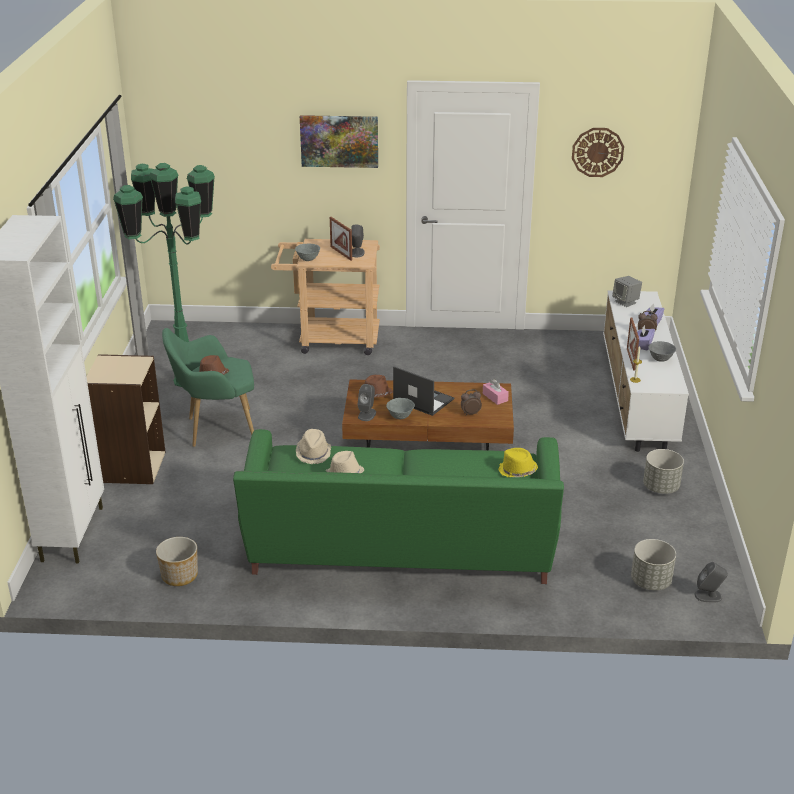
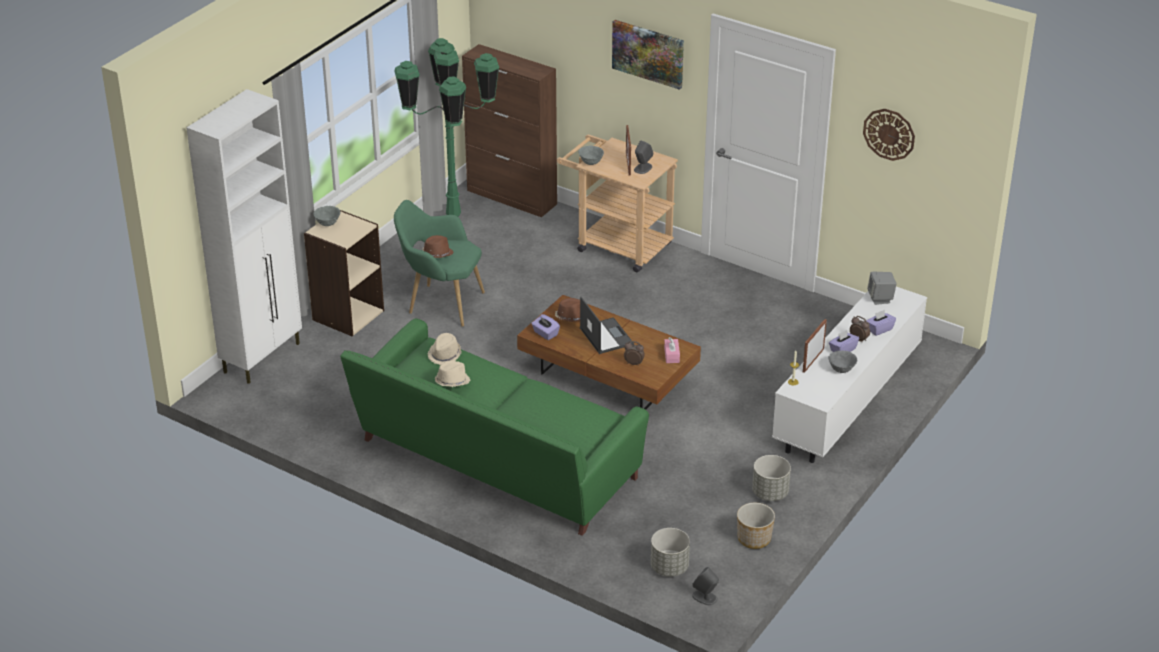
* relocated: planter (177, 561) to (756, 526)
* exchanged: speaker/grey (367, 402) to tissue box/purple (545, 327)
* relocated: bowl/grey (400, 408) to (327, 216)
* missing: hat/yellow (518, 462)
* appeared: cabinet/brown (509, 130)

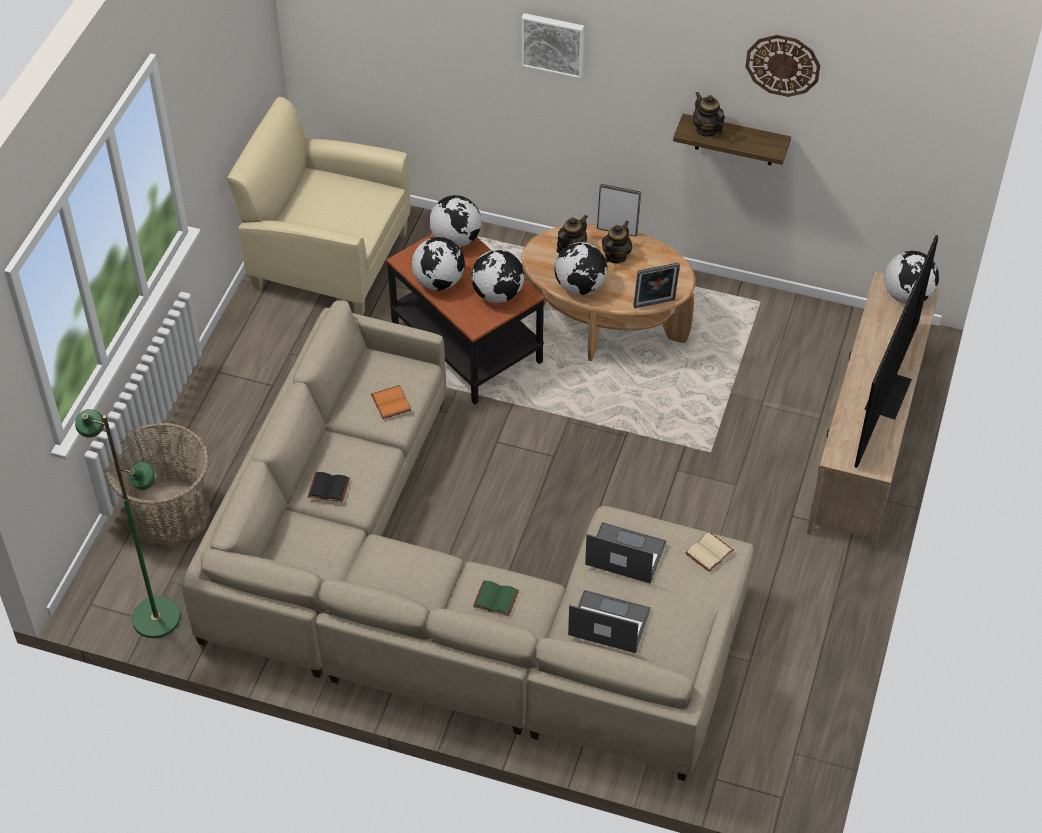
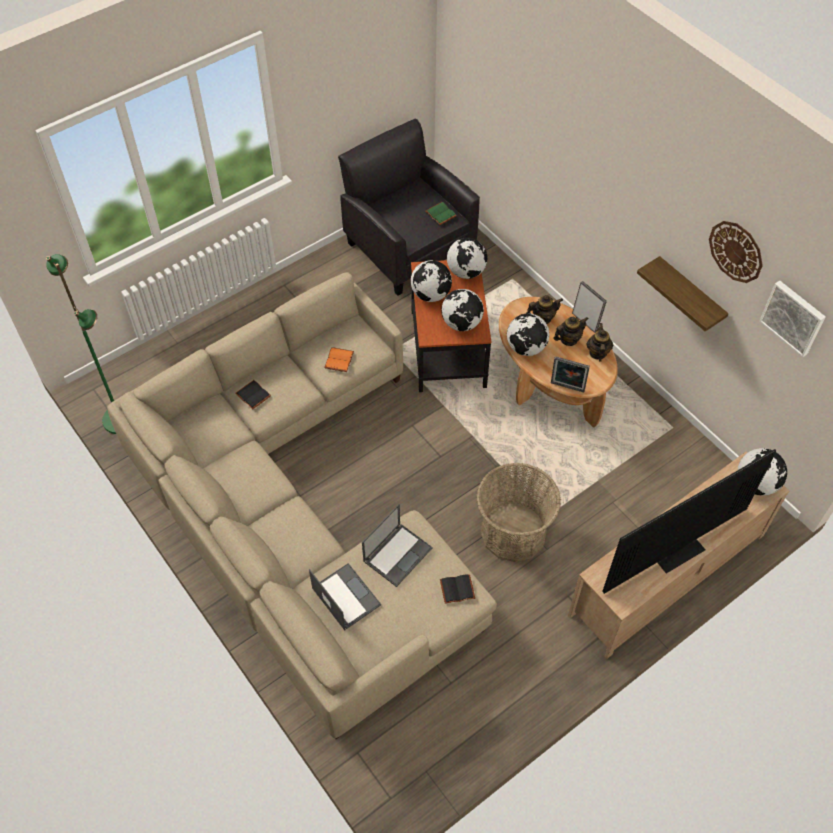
* relocated: basket (158, 485) to (518, 512)
* colour: armchair/beige (318, 206) to armchair/black (409, 207)
* relocated: book/green (496, 598) to (441, 213)
* relocated: picture (552, 46) to (792, 318)
* spun: laptop (625, 553) = (397, 545) 75 degrees clockwise
* colour: book/beige (709, 552) to book/black (457, 589)
* relocated: teapot (709, 114) to (600, 342)

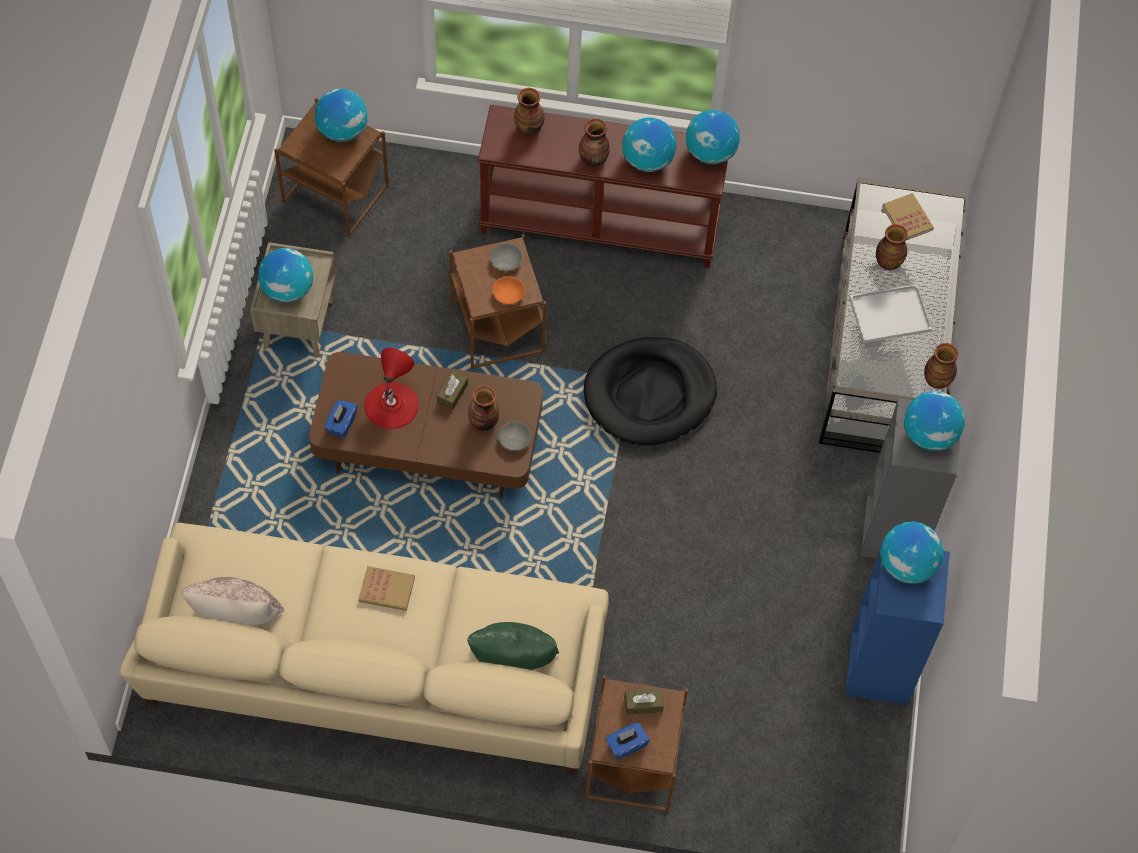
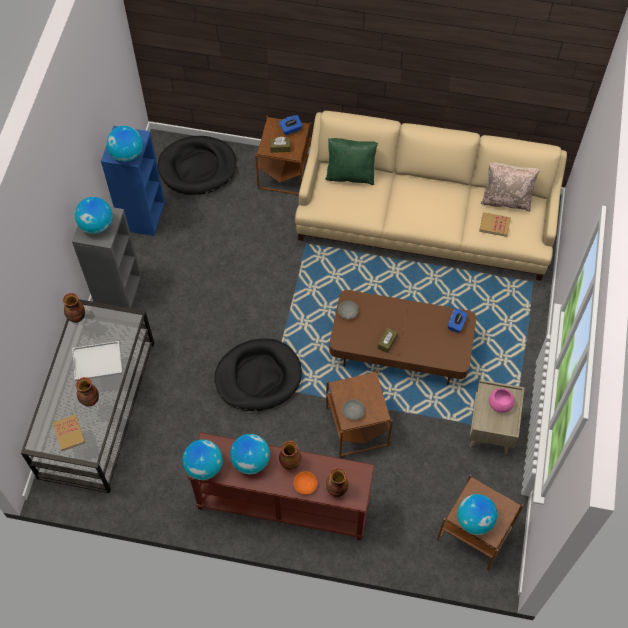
* exchanged: globe (285, 275) to bowl/pink (502, 400)
* relocated: book (387, 588) to (495, 224)
* missing: table lamp/red (391, 388)
* missing: vase (483, 408)
* relocated: bowl/orange (508, 291) to (305, 482)
* appeared: dog bed/black (197, 165)

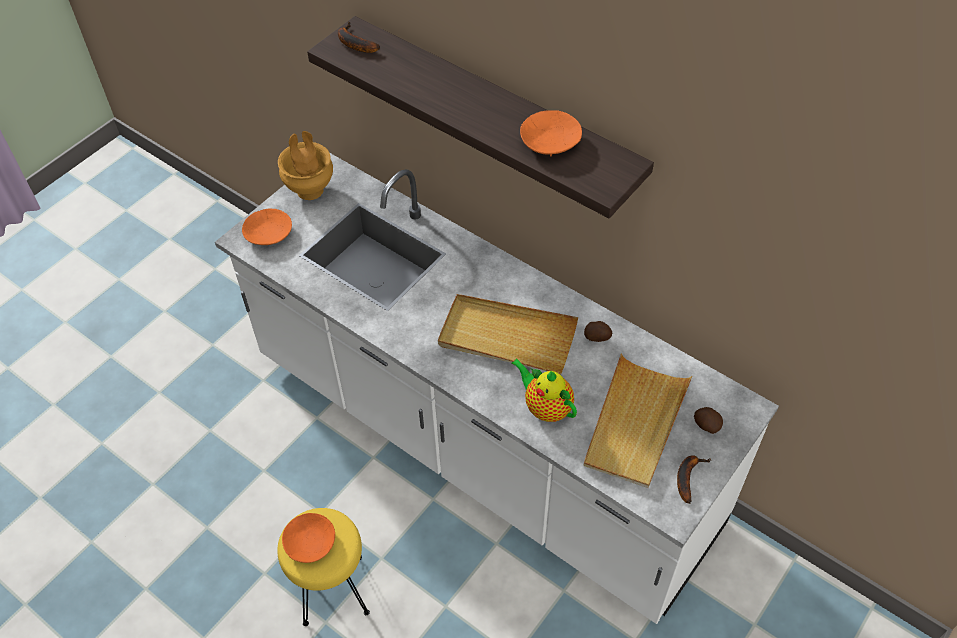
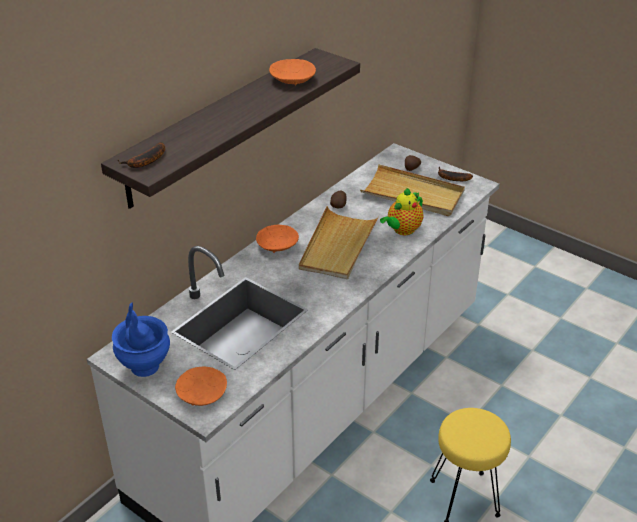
* colour: vase/brown (305, 165) to vase/blue (141, 340)
* relocated: bowl/orange (308, 538) to (277, 239)

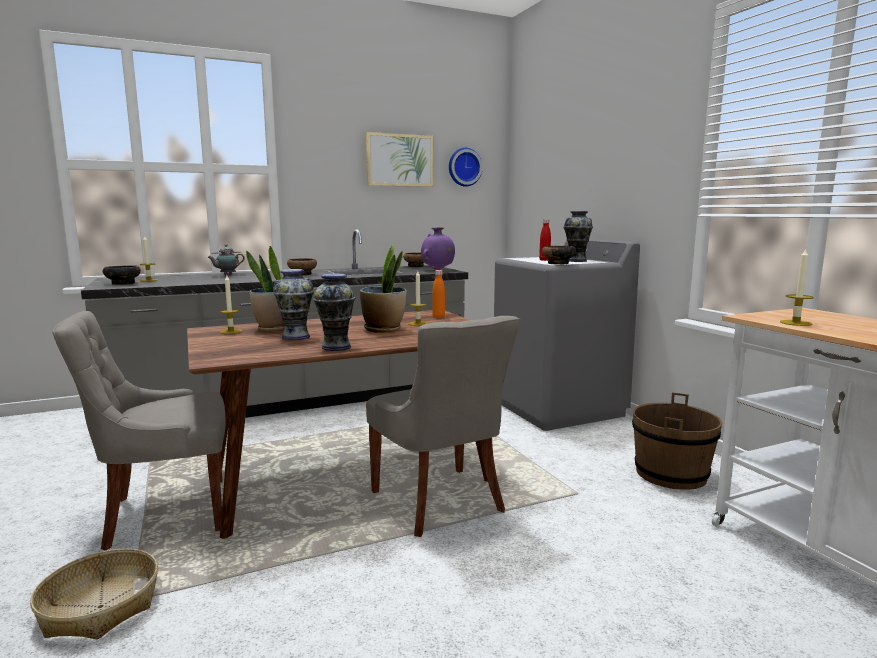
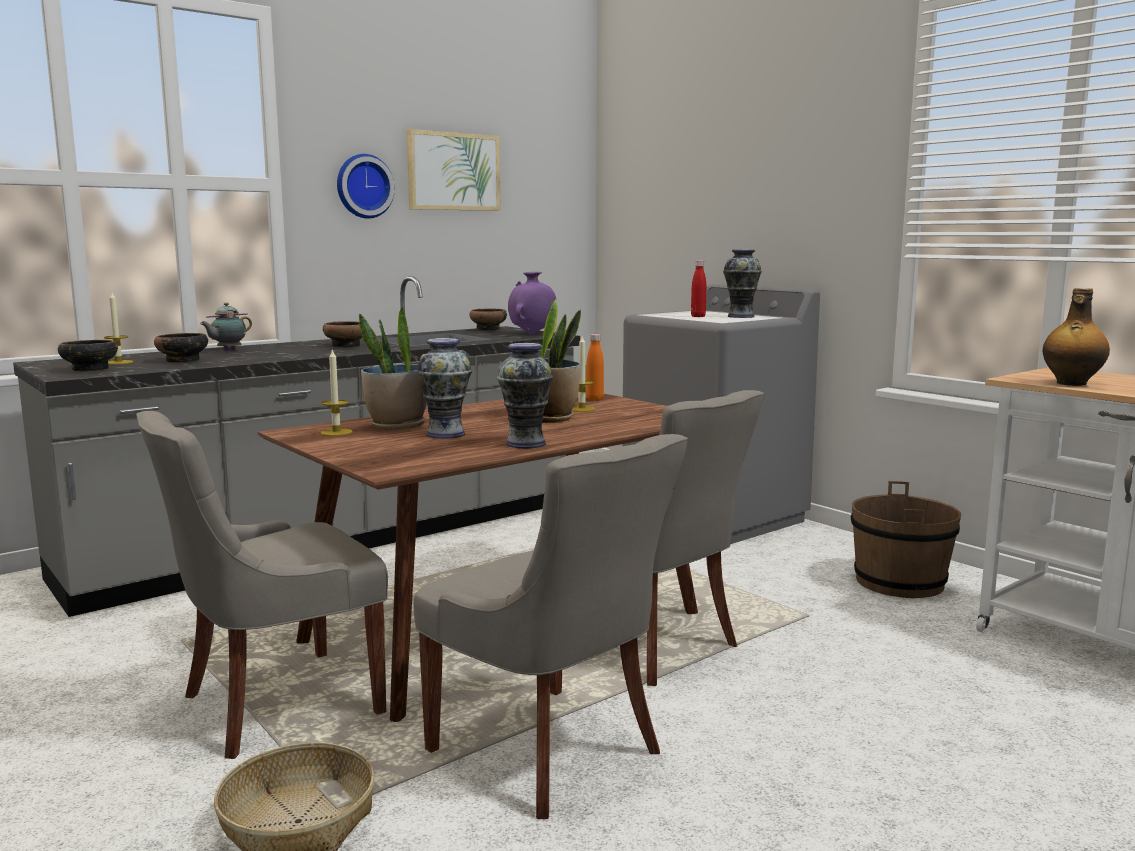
* relocated: wall clock (466, 167) to (366, 186)
* relocated: bowl (559, 255) to (181, 348)
* exchanged: candle (797, 287) to bottle (1076, 337)
* appeared: chair/grey (551, 626)

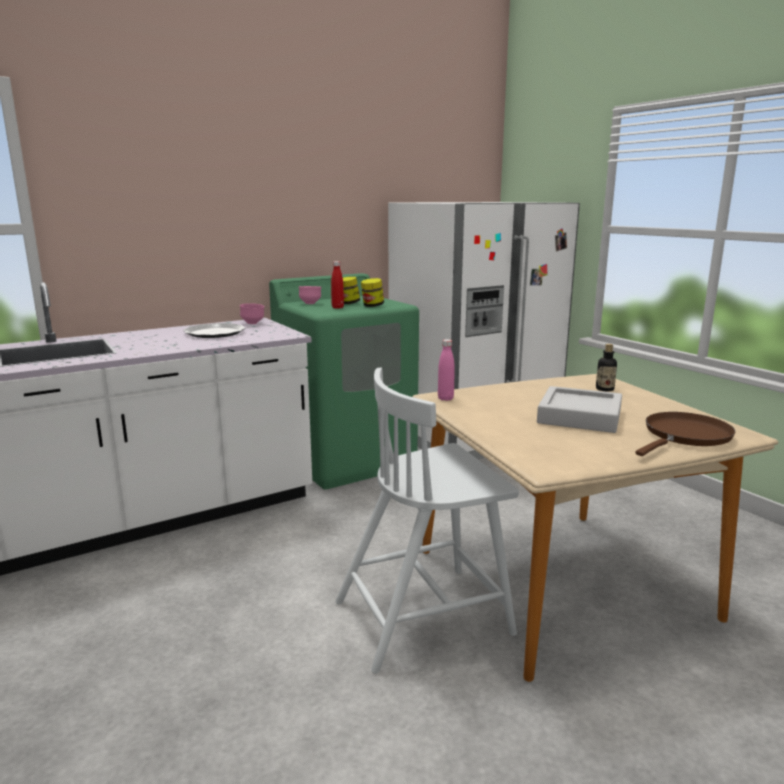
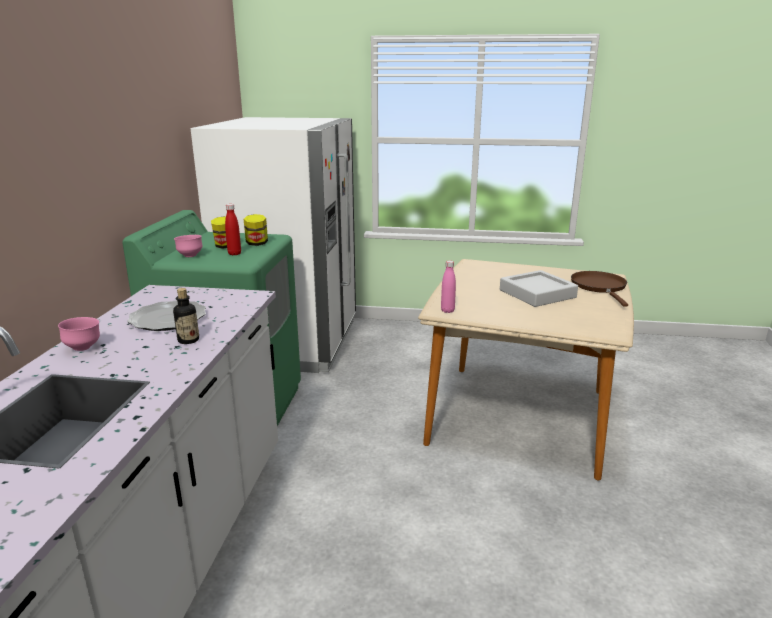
* relocated: bowl/pink (252, 313) to (79, 334)
* missing: chair/white (427, 521)
* relocated: bottle (606, 367) to (186, 316)

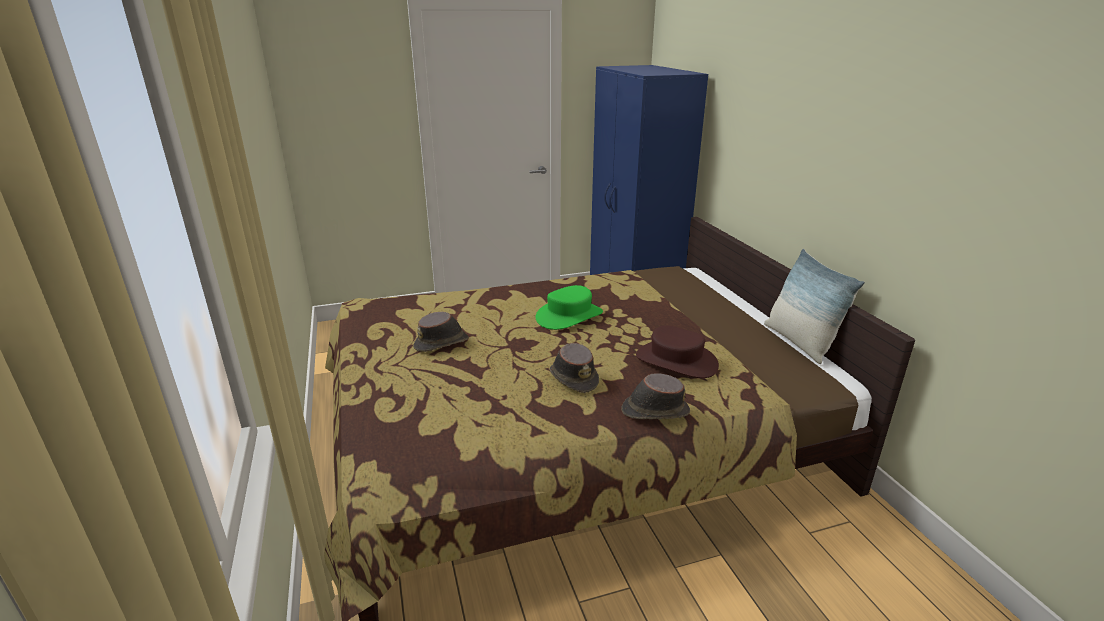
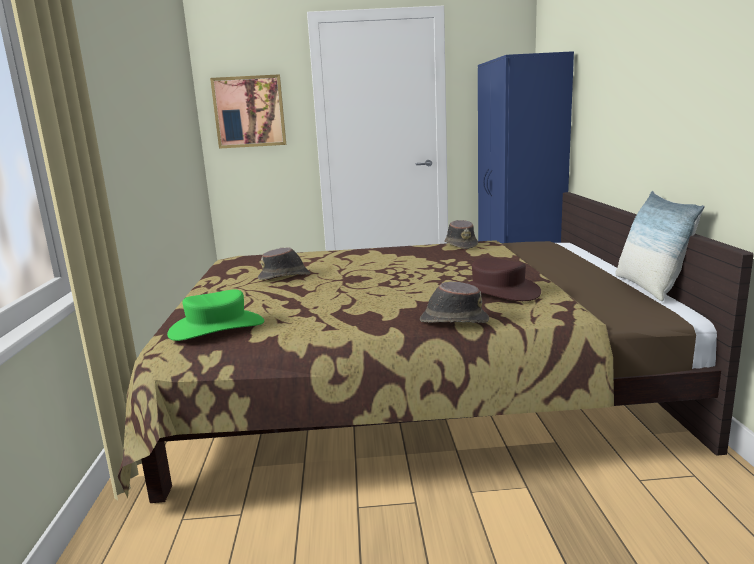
* relocated: hat/green (569, 307) to (215, 315)
* relocated: hat/brown (574, 368) to (461, 234)
* appeared: picture (248, 111)

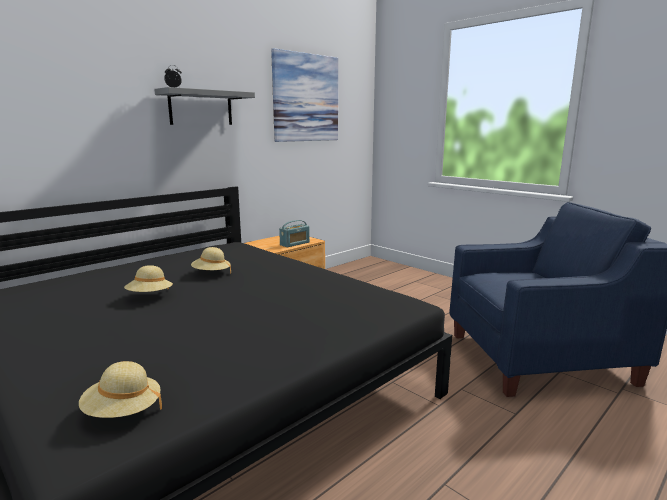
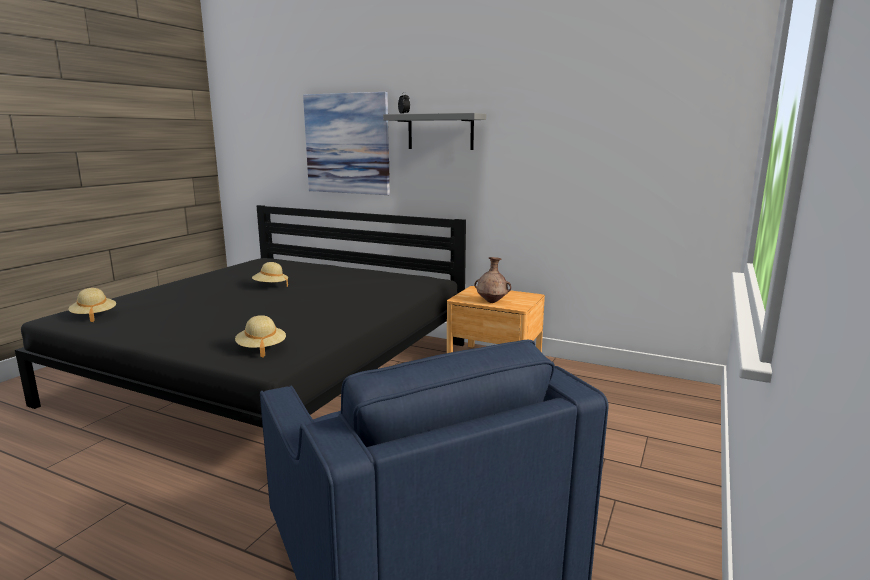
* relocated: hat/beige (211, 260) to (260, 336)
* relocated: picture (304, 95) to (346, 143)
* exchanged: radio (294, 233) to vase/brown (492, 280)

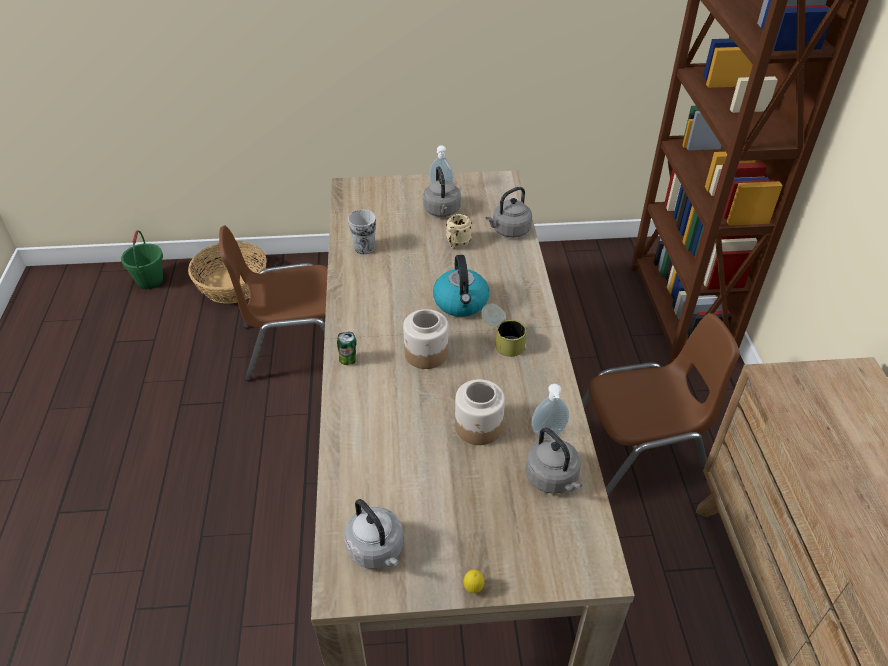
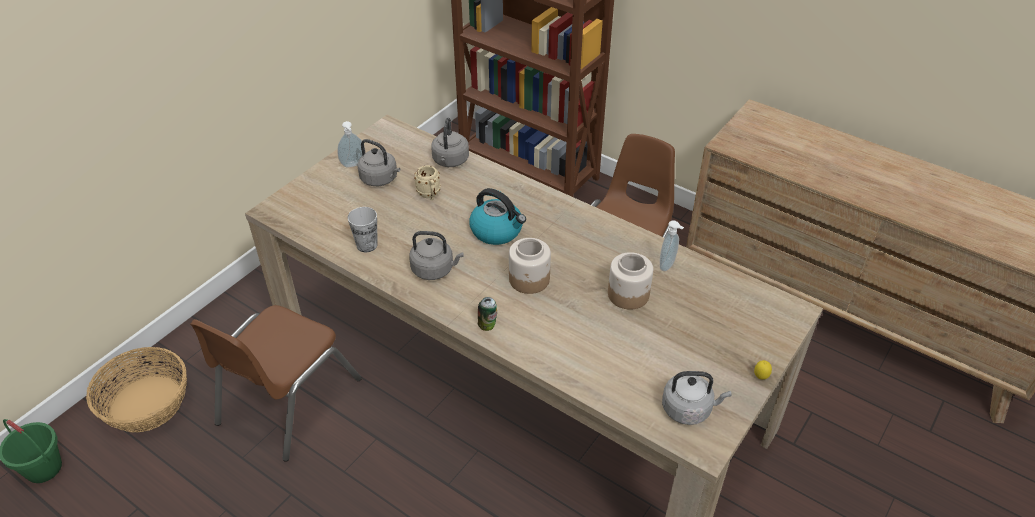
* missing: can (504, 330)
* relocated: kettle/grey (553, 460) to (436, 255)

